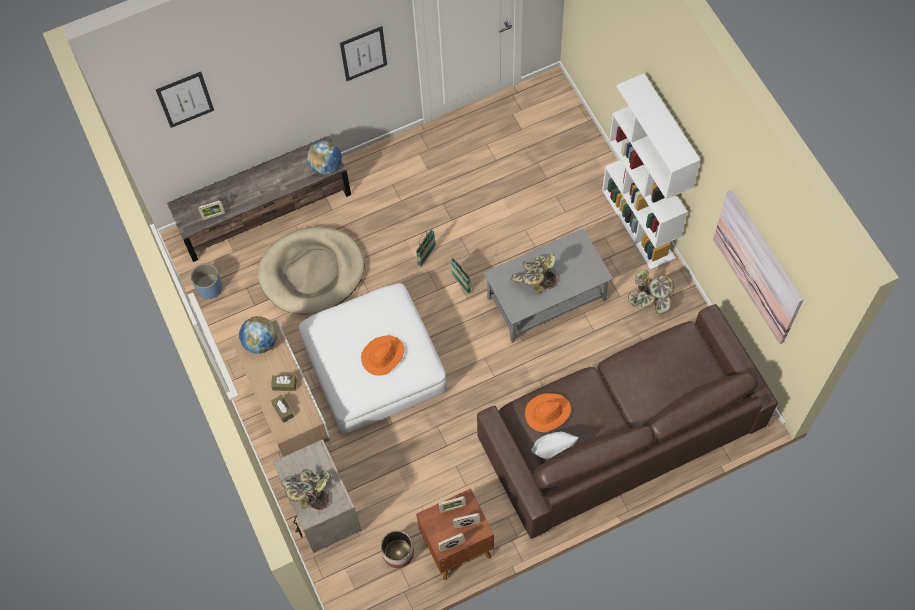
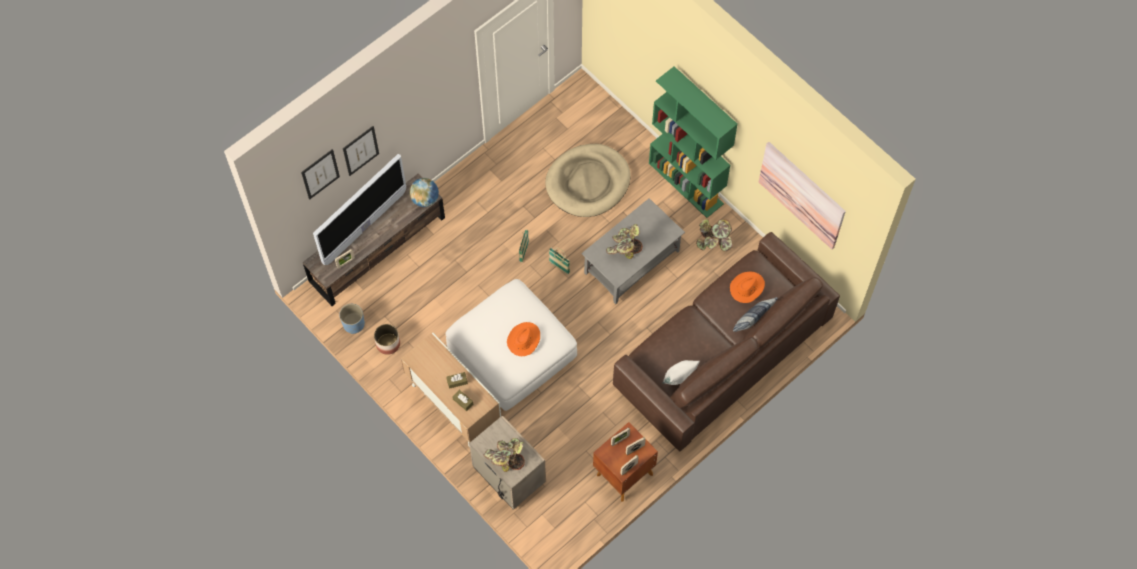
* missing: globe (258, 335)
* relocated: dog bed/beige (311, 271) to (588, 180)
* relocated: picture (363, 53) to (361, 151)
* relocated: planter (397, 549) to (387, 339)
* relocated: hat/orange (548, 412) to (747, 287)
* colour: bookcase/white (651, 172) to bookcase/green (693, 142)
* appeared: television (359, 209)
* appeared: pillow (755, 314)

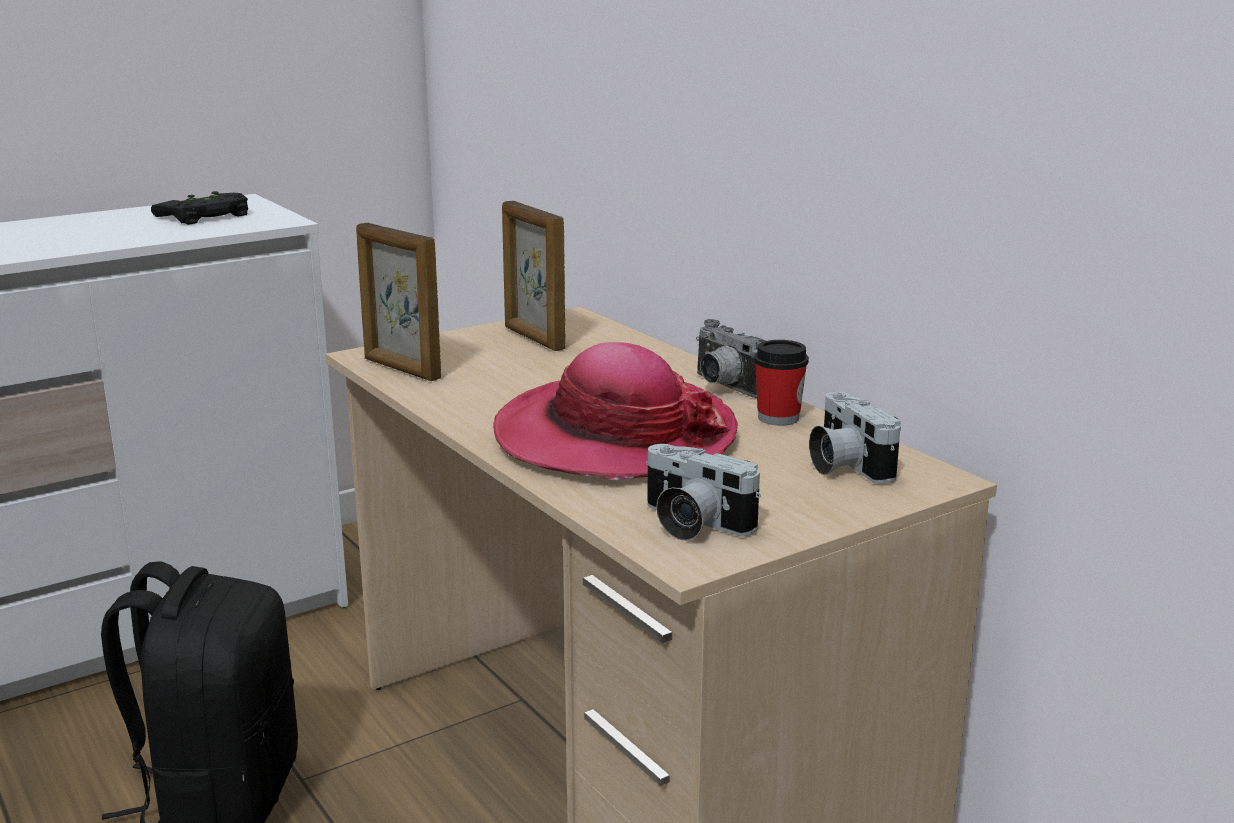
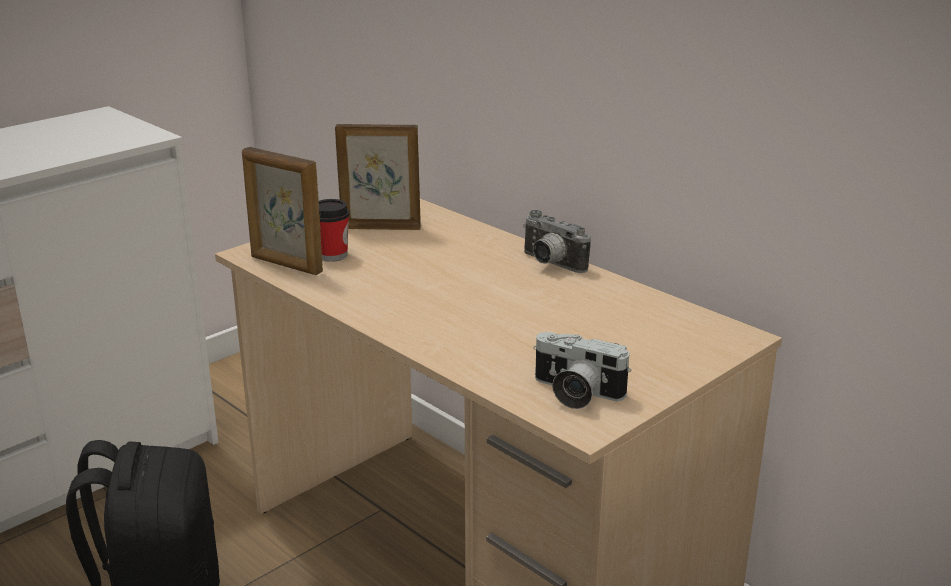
* missing: game controller/black (199, 208)
* missing: hat (616, 411)
* spun: picture frame (534, 276) = (378, 177) 135 degrees clockwise
* relocated: cup (781, 383) to (334, 230)
* missing: photo camera (855, 438)

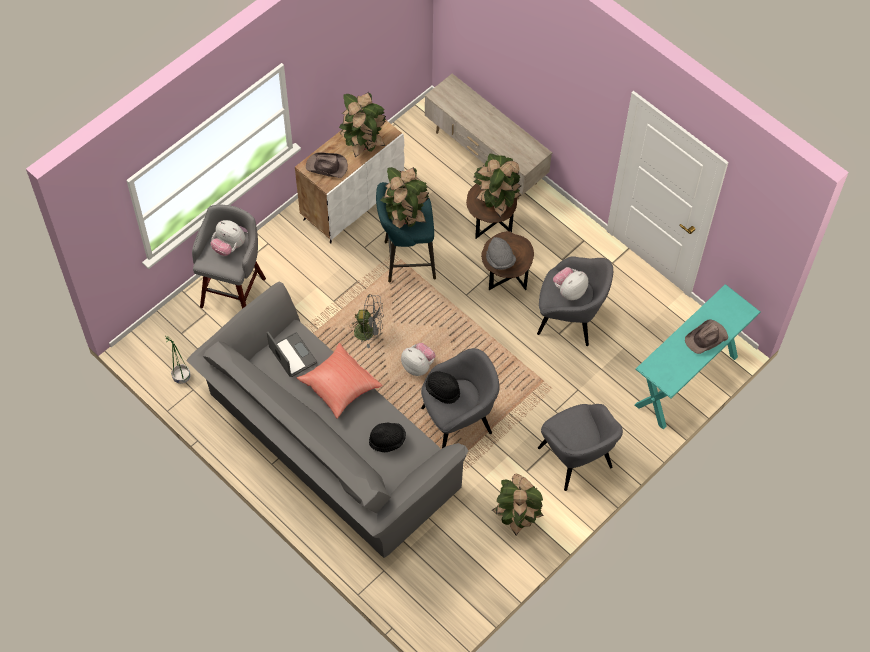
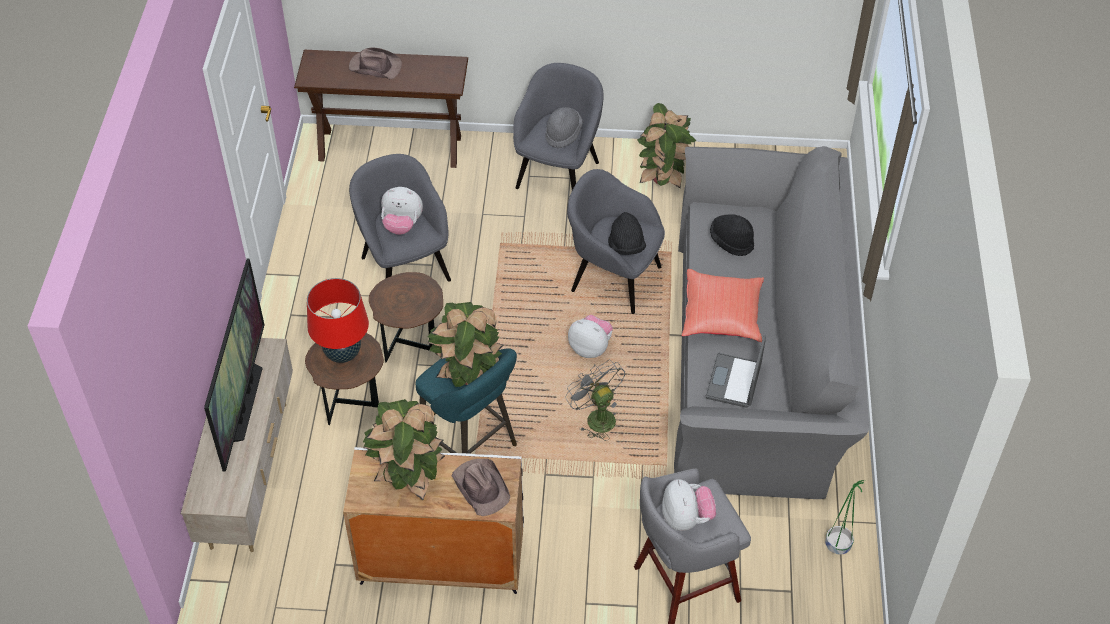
* spun: plush toy (418, 359) = (590, 336) 120 degrees clockwise
* exchanged: potted plant (497, 185) to table lamp/red (338, 320)
* relocated: hat/grey (501, 253) to (564, 127)
* colour: console table/turquoise (697, 357) to console table/brown (381, 109)
* appeared: television (234, 365)

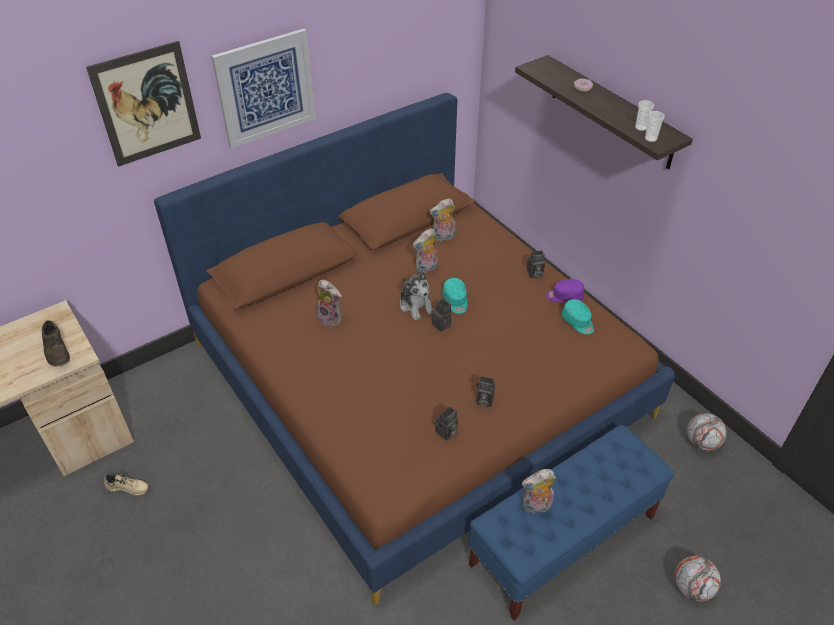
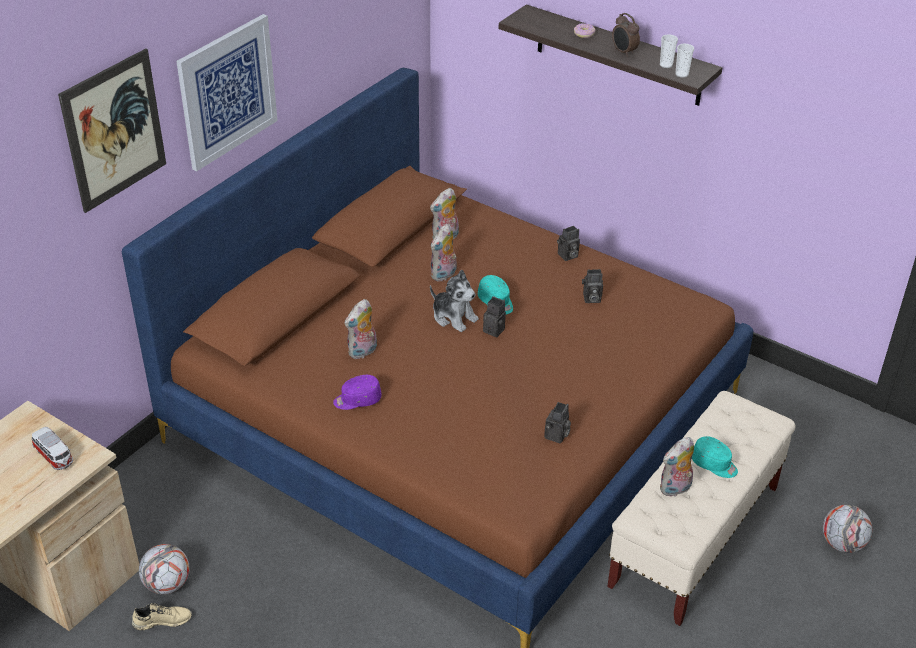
* exchanged: shoe/brown (56, 343) to toy car (52, 448)
* spun: plush toy (330, 303) = (360, 329) 120 degrees clockwise
* colour: bench/blue (571, 522) to bench/beige (701, 508)
* relocated: photo camera (485, 391) to (592, 286)
* relocated: cap/purple (565, 290) to (357, 392)
* relocated: cap/turquoise (578, 316) to (715, 457)
* relocated: football (707, 432) to (164, 569)
* appeared: alarm clock (626, 35)

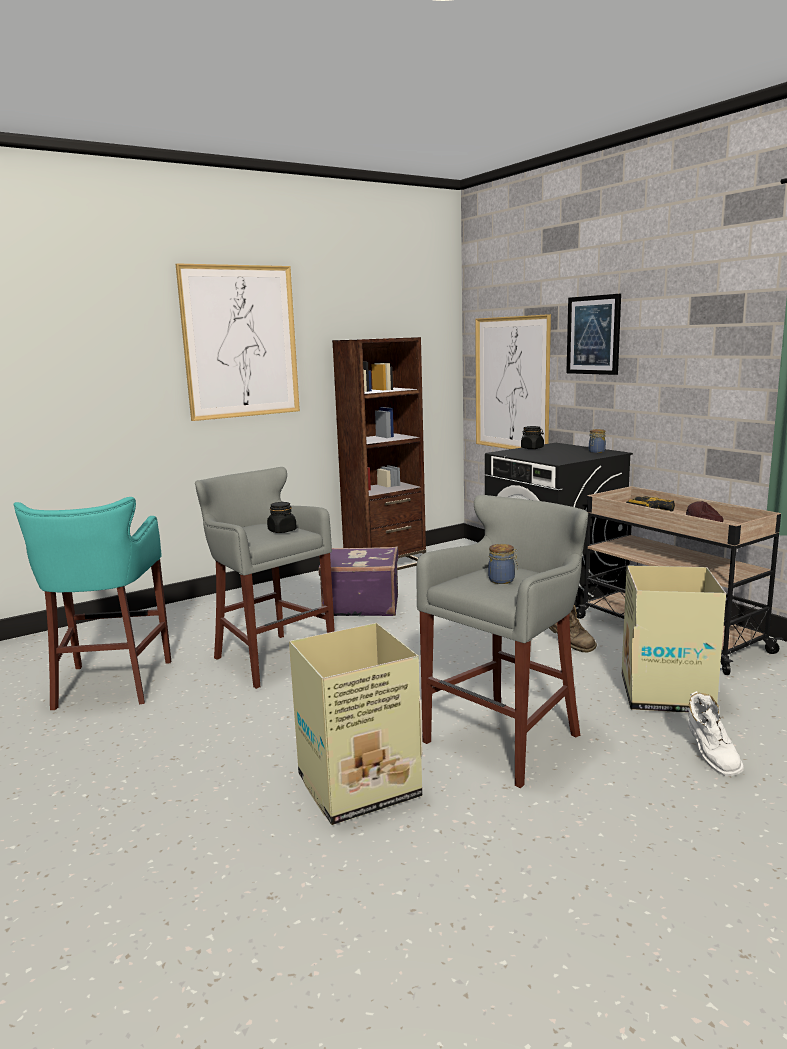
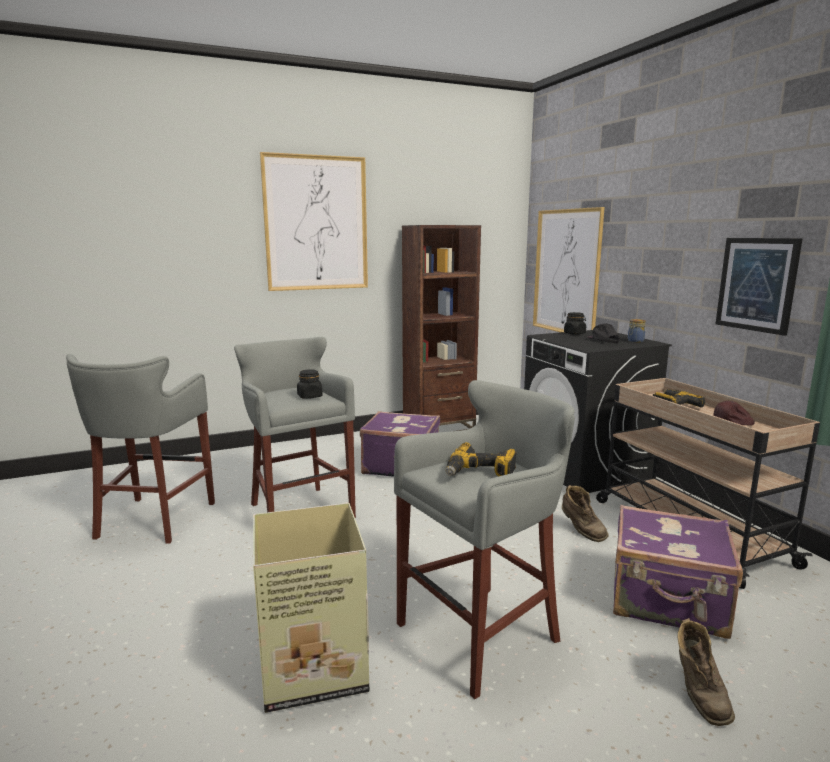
* colour: stool/turquoise (92, 603) to stool/grey (140, 449)
* exchanged: jar (503, 564) to power drill (481, 459)
* relocated: picture (593, 334) to (759, 287)
* exchanged: cardboard box (674, 639) to suitcase/purple (678, 572)
* colour: boot/white (716, 733) to boot/brown (706, 672)
* appeared: cap/black (603, 333)

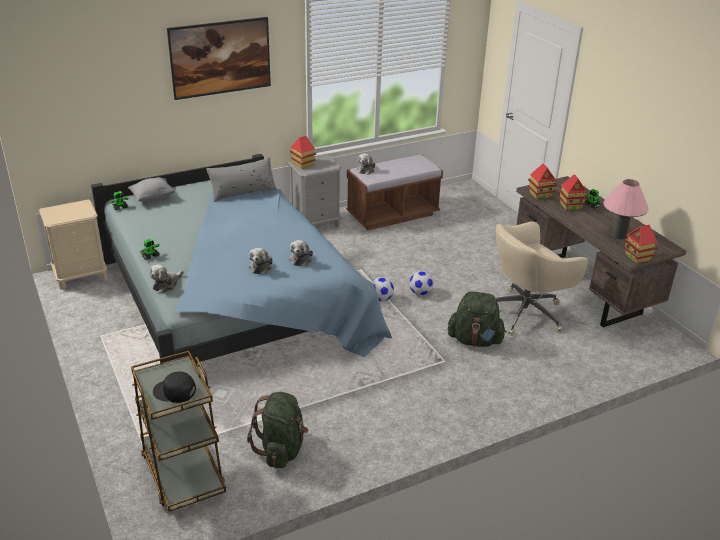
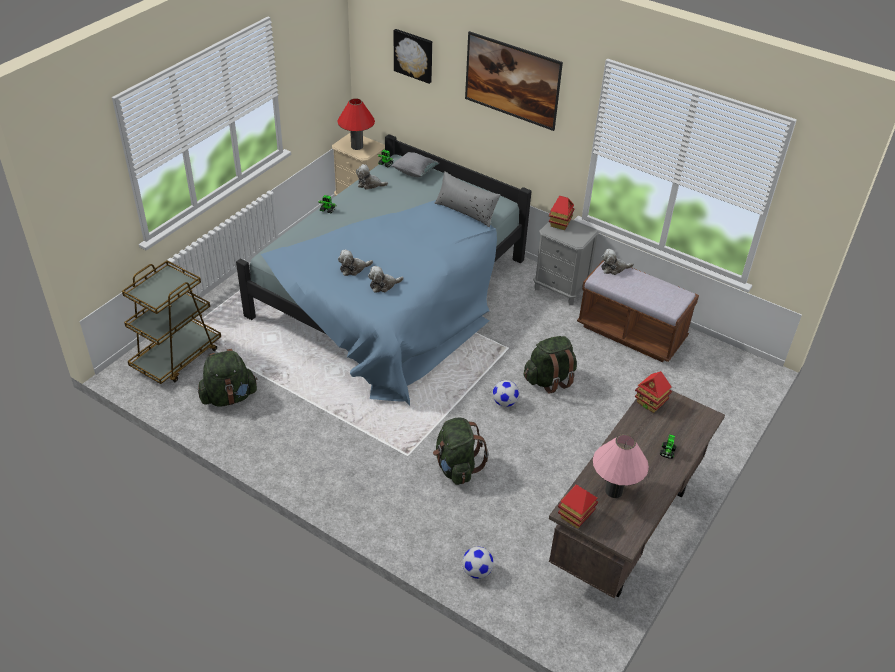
* relocated: plush toy (167, 278) to (372, 177)
* missing: cap/black (174, 387)
* relocated: football (383, 289) to (478, 563)
* missing: office chair/beige (542, 278)
* missing: toy house (573, 192)
* appeared: table lamp/red (356, 124)
* appeared: picture (413, 56)
* appeared: backpack/green (550, 365)

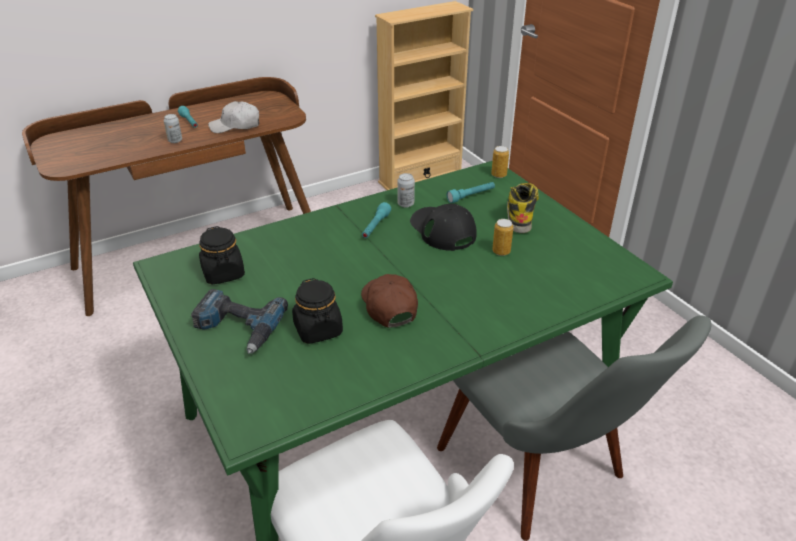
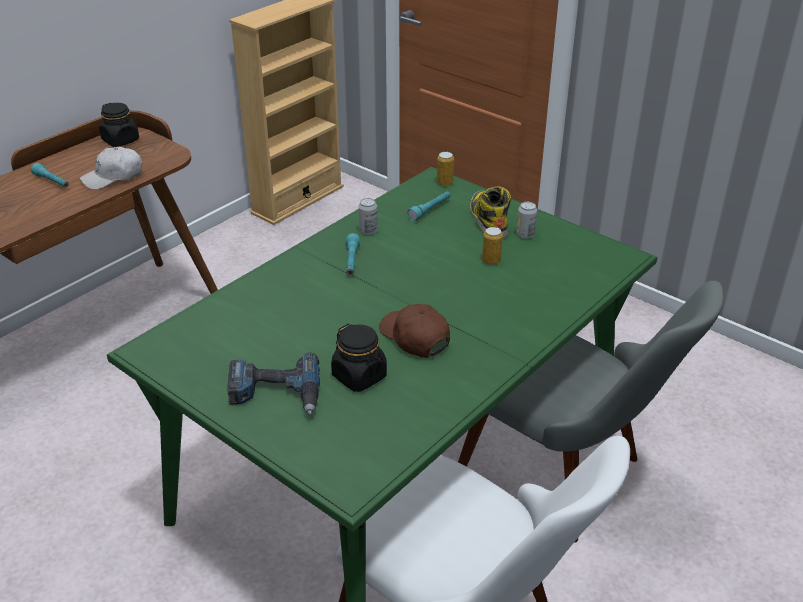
* relocated: can (173, 128) to (526, 220)
* relocated: jar/black (222, 255) to (119, 125)
* missing: cap/black (443, 227)

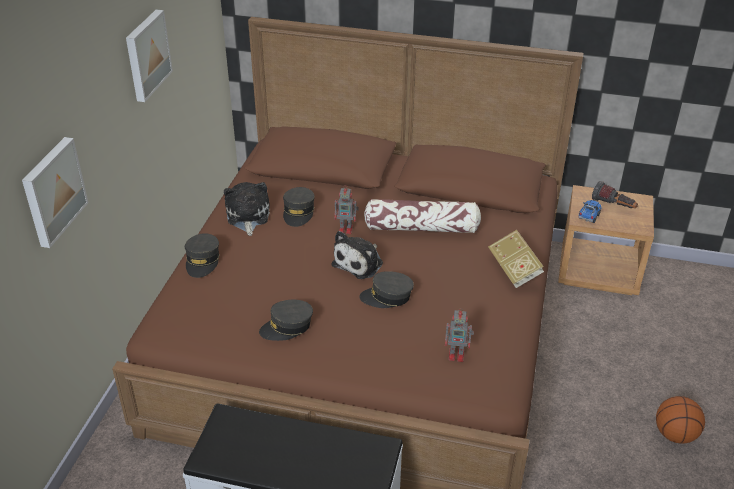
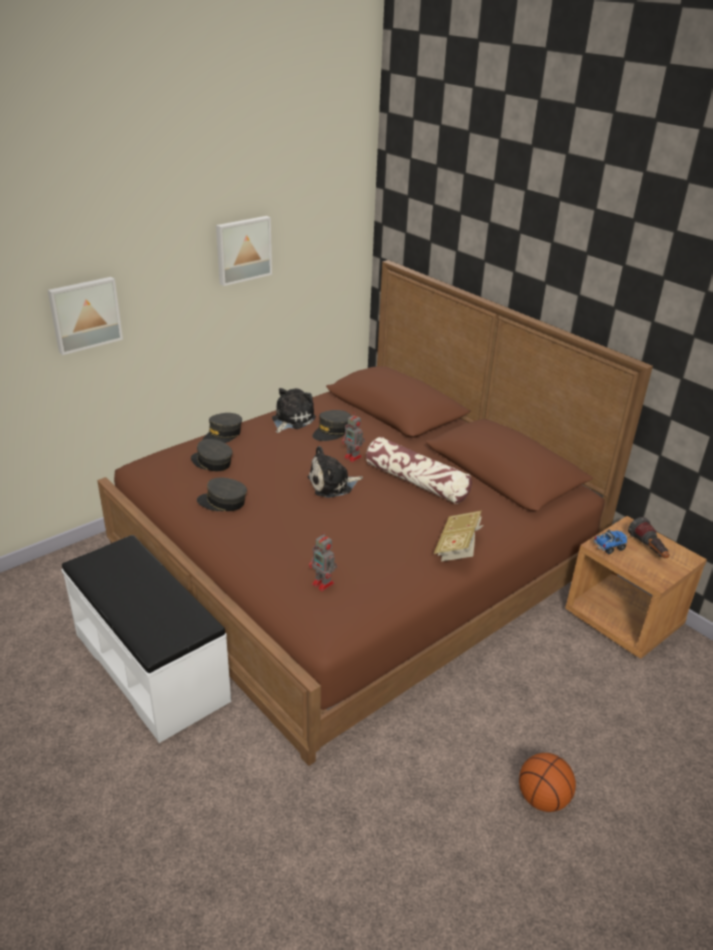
* relocated: cap/grey (386, 289) to (212, 455)

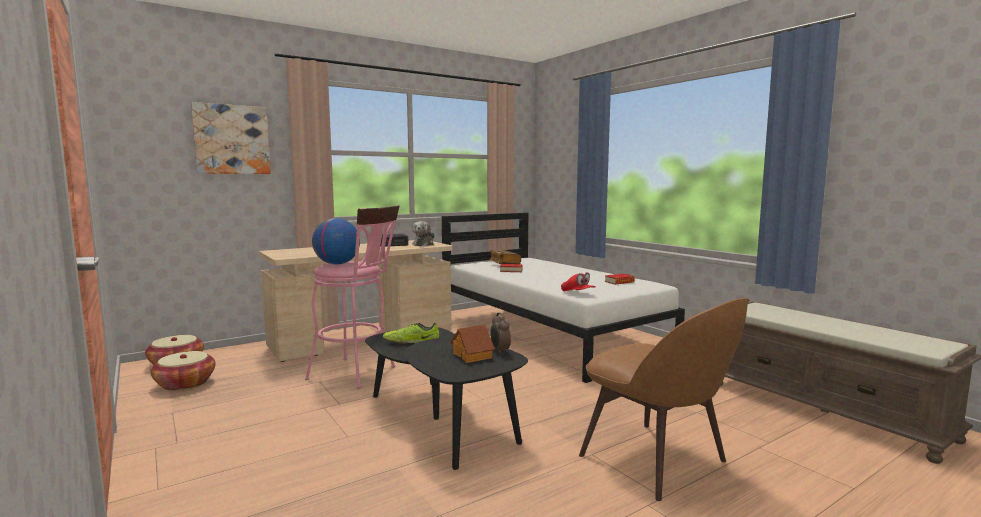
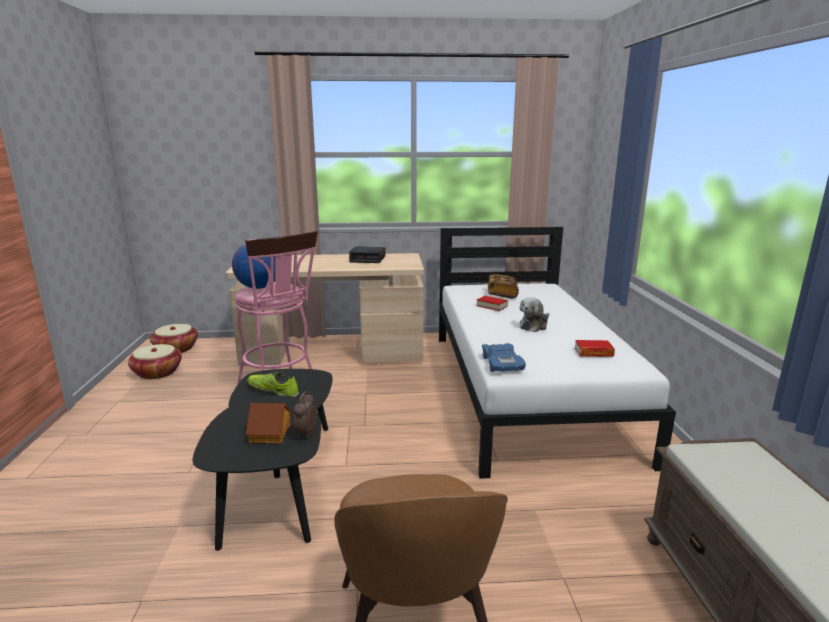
* missing: picture (231, 138)
* relocated: plush toy (423, 233) to (534, 314)
* exchanged: cap/red (578, 281) to toy car/blue (504, 357)

